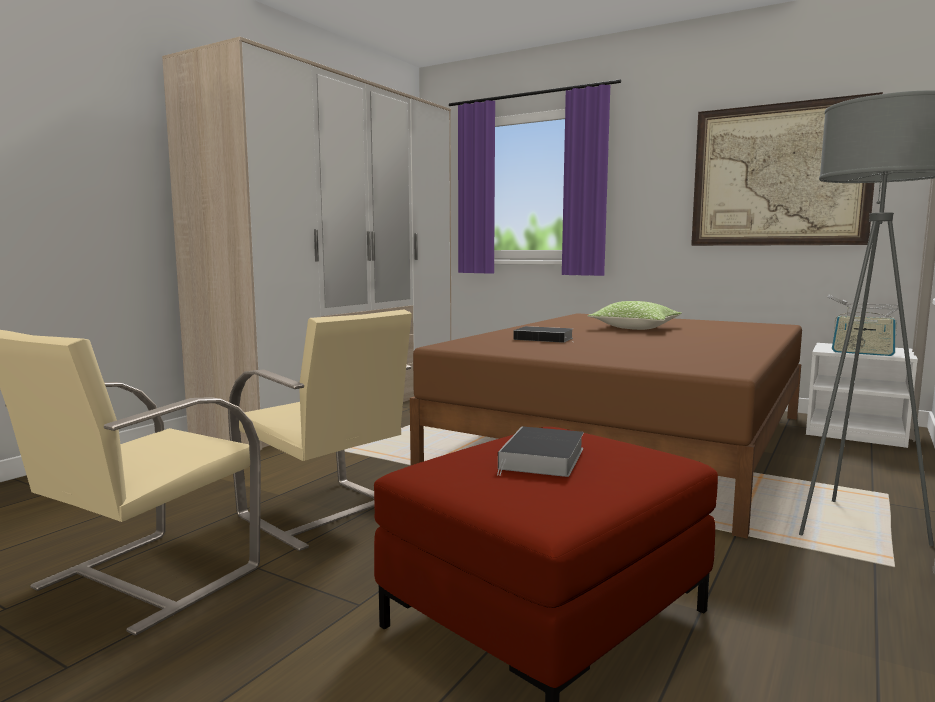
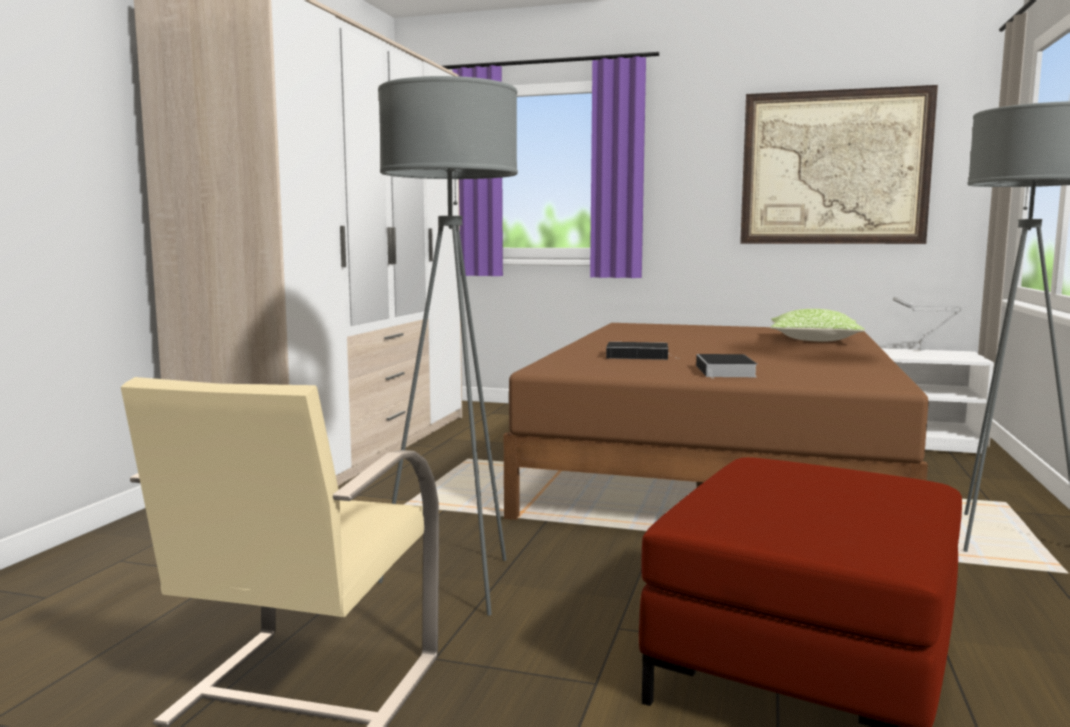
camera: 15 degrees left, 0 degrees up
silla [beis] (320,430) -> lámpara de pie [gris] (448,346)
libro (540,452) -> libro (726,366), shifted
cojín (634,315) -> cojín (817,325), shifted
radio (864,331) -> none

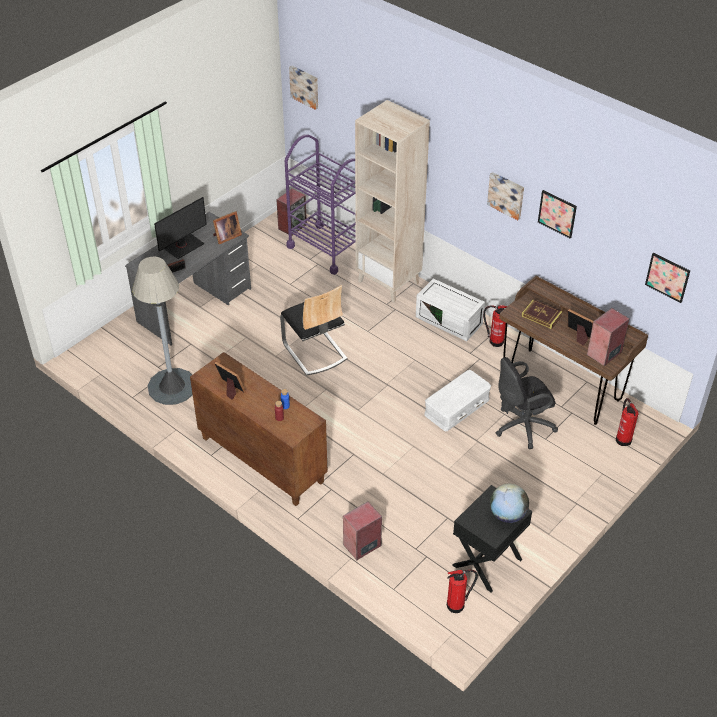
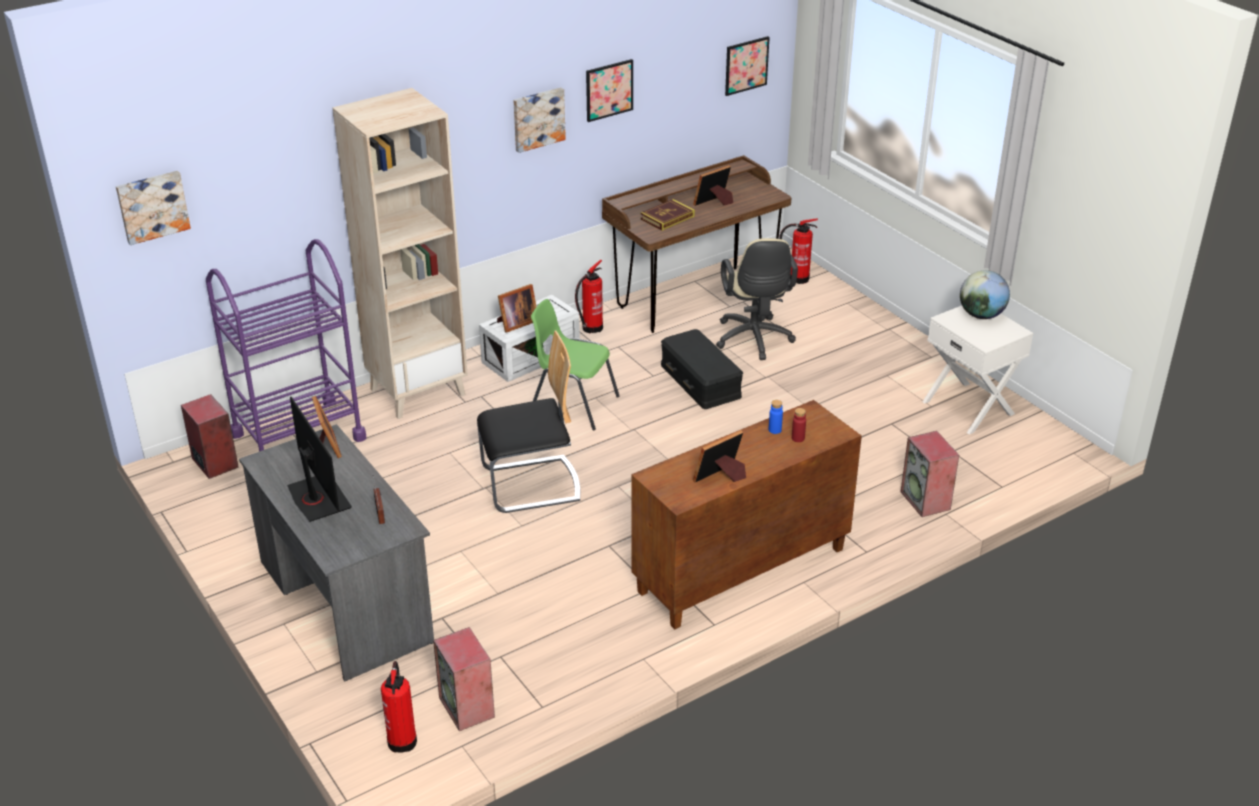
camera: 75 degrees left, 10 degrees down
lámpara de pie [gris] (162,331) -> none
caja de almacenaje [blanco] (457,400) -> caja de almacenaje [negro] (702,369)
extintor (462,591) -> extintor (399,707), shifted
mesita de noche [negro] (492,539) -> mesita de noche [blanco] (978,370)
silla de oficina [negro] (527,403) -> silla de oficina [beis] (757,299)
altavoz (608,337) -> altavoz (464,679), shifted
none -> portarretratos (517,308)
none -> silla [verde] (575,364)

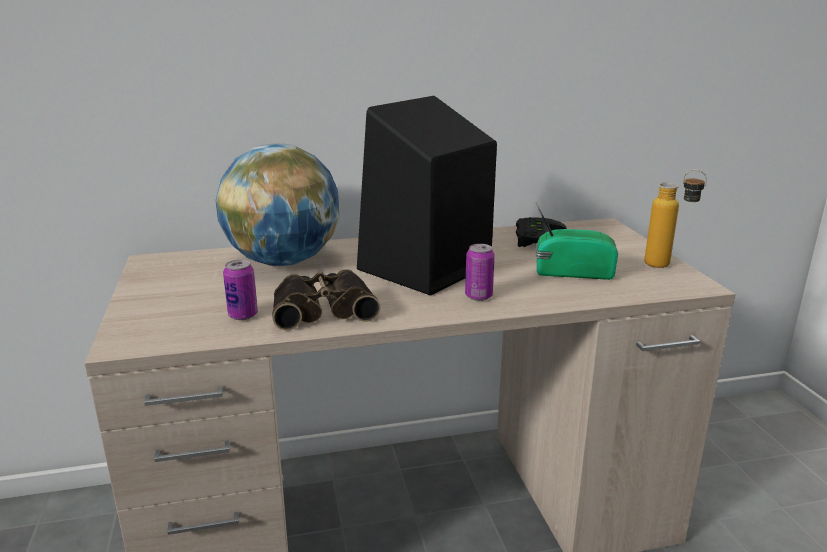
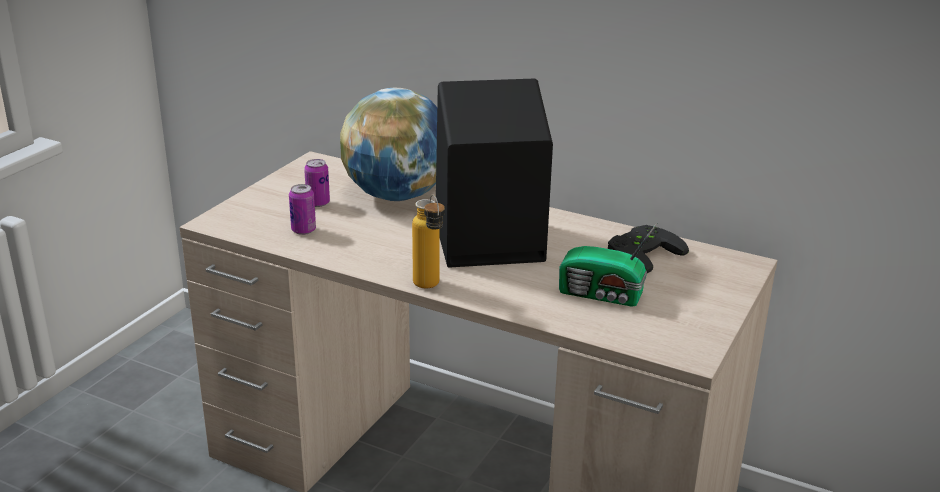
camera: 40 degrees right, 5 degrees up
prismáticos (326,299) -> none
lata (480,272) -> lata (317,183), shifted
radio (576,241) -> radio (608,265), 150 degrees clockwise
botella (675,218) -> botella (428,241), shifted

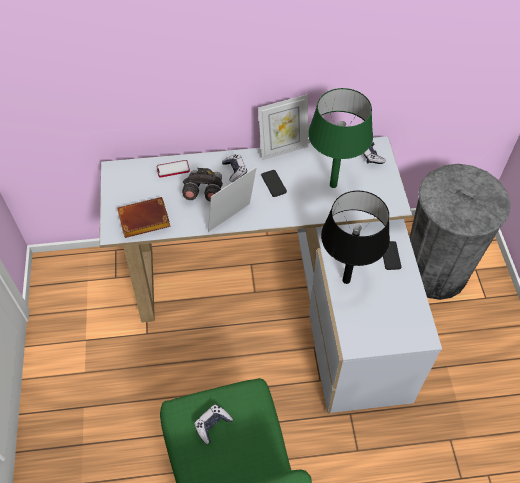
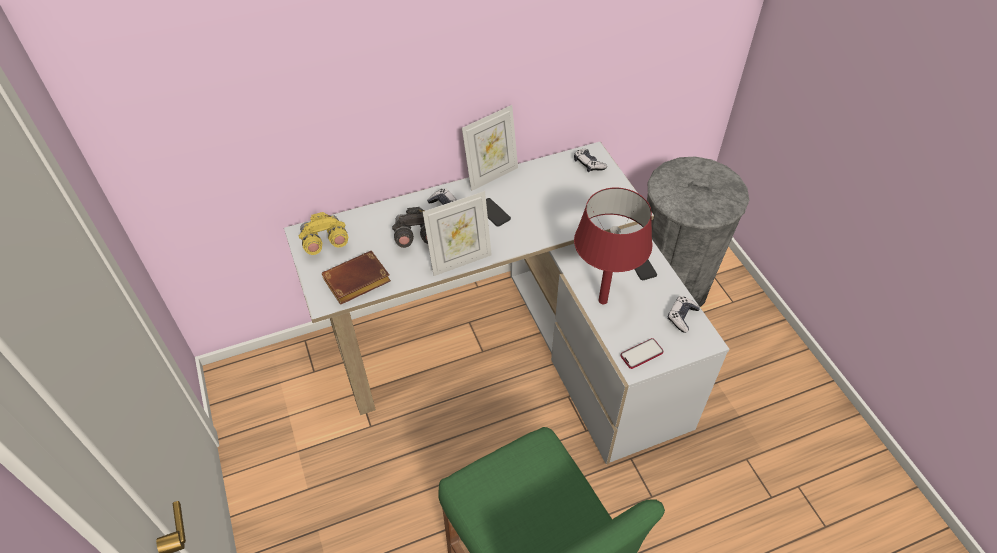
camera: 15 degrees left, 5 degrees down
móvil (173,169) -> móvil (642,353), shifted
mando de consola (213,424) -> mando de consola (684,314), shifted
portarretratos (232,199) -> portarretratos (457,233), 150 degrees counterclockwise
lámpara de mesa [verde] (340,138) -> none
lámpara de mesa [negro] (355,237) -> lámpara de mesa [rojo] (613,246)
none -> prismáticos [amarillo] (323,233)

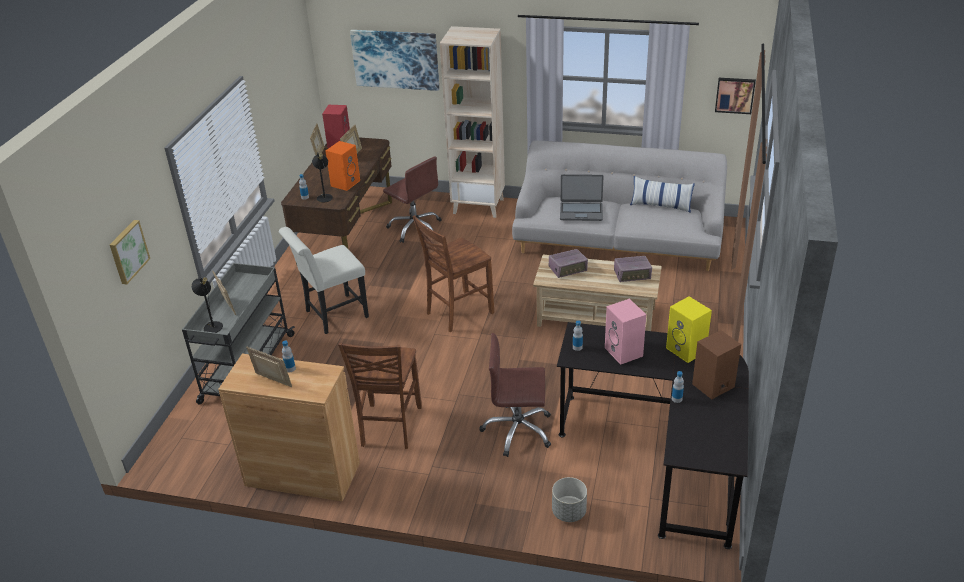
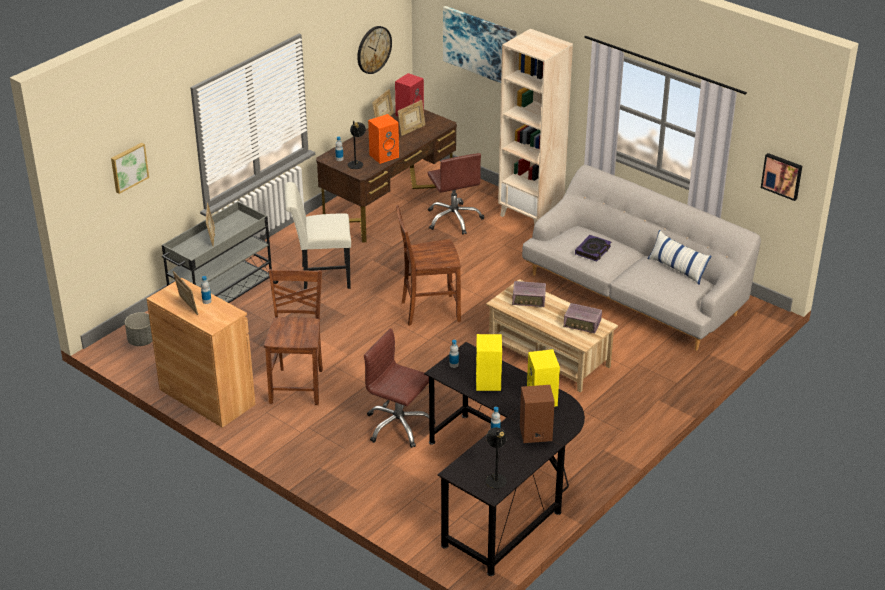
camera: 25 degrees right, 0 degrees up
lámpara de mesa [negro] (207,305) -> lámpara de mesa [negro] (496,458), shifted
silla [marrón] (380,395) -> silla [marrón] (293,337), 150 degrees clockwise
maceta [gris] (569,499) -> maceta [gris] (138,329), shifted
portátil (582,197) -> libro (593,248)
altavoz [rosa] (625,331) -> altavoz [amarillo] (489,362)
none -> reloj de pared (374,50)

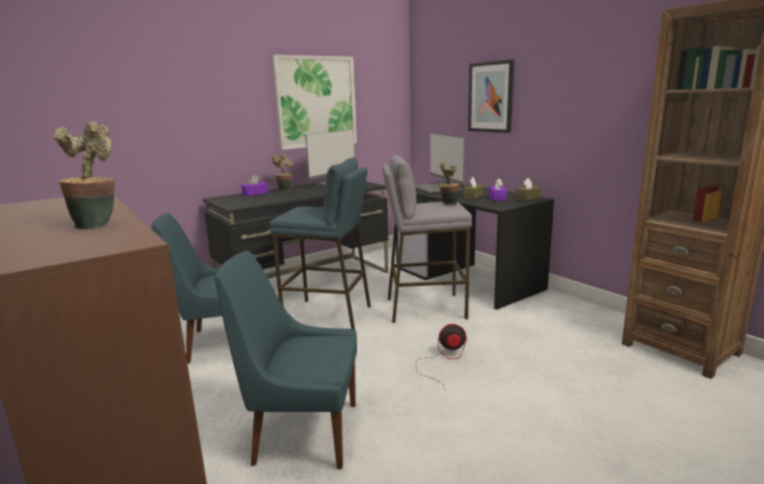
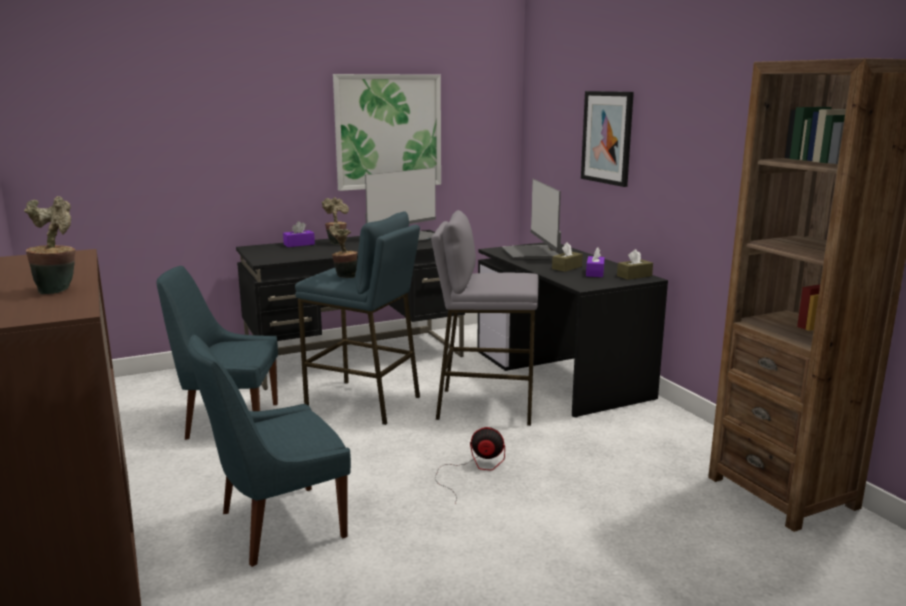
camera: 10 degrees right, 0 degrees up
silla [azul] (286,359) -> silla [azul] (269,450), 45 degrees counterclockwise
planta en maceta (449,182) -> planta en maceta (343,250), shifted

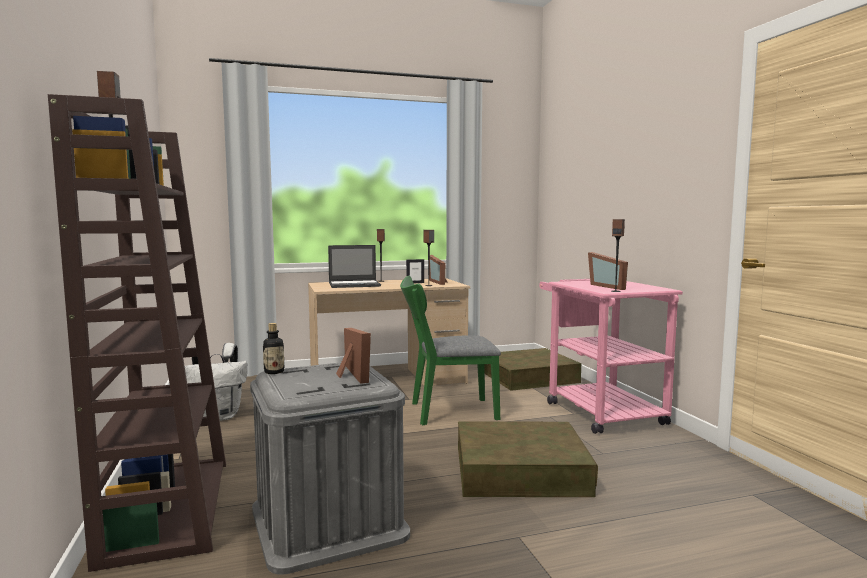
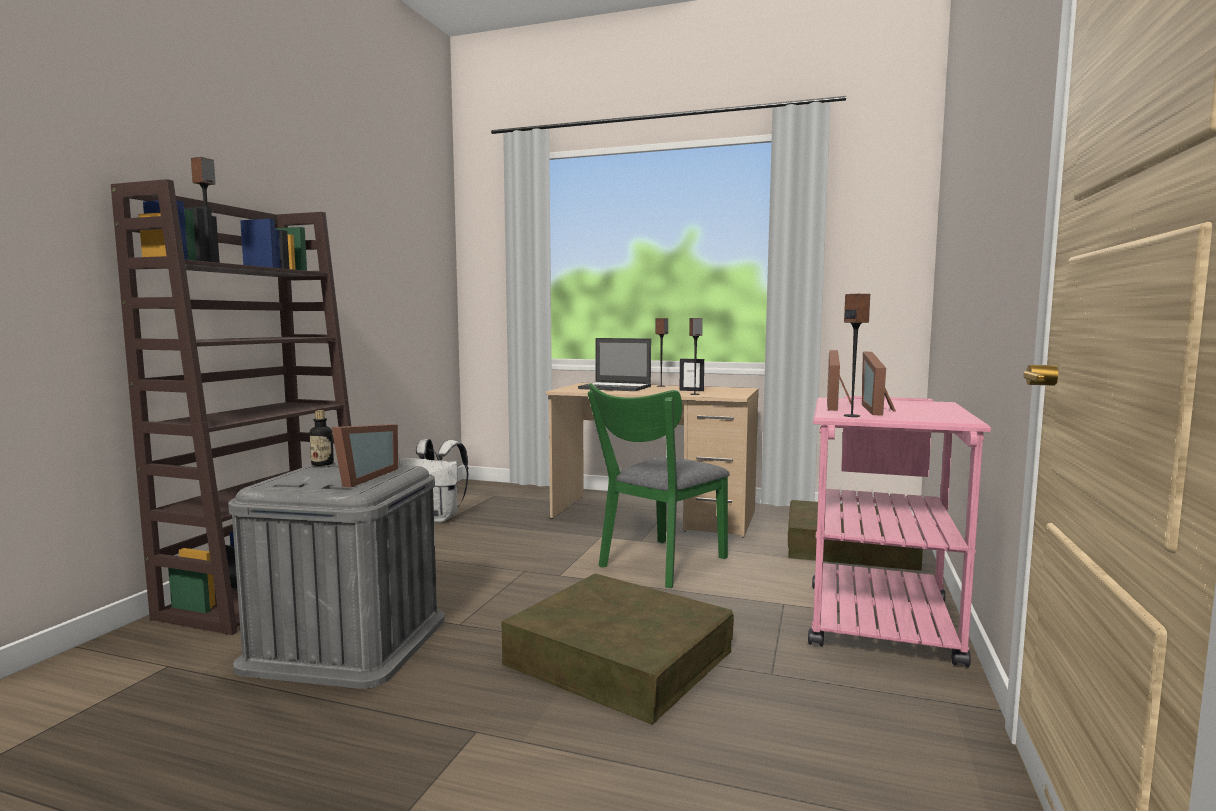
camera: 35 degrees right, 0 degrees up
silla [verde] (450,350) -> silla [verde] (659,485), 75 degrees counterclockwise
portarretratos (438,270) -> portarretratos (840,380), shifted

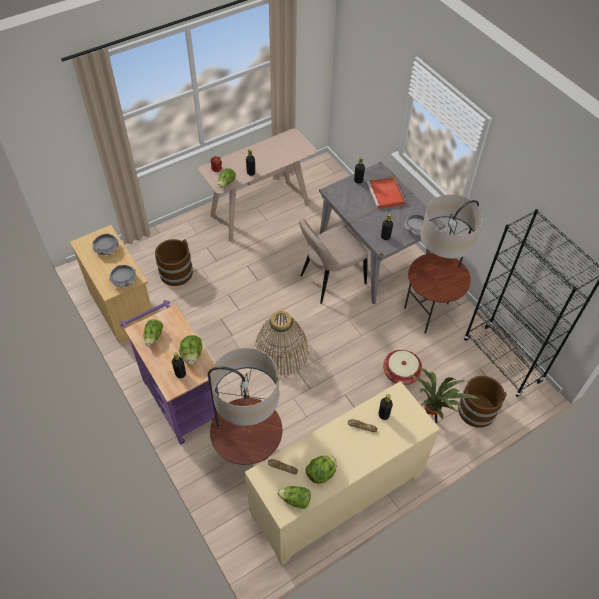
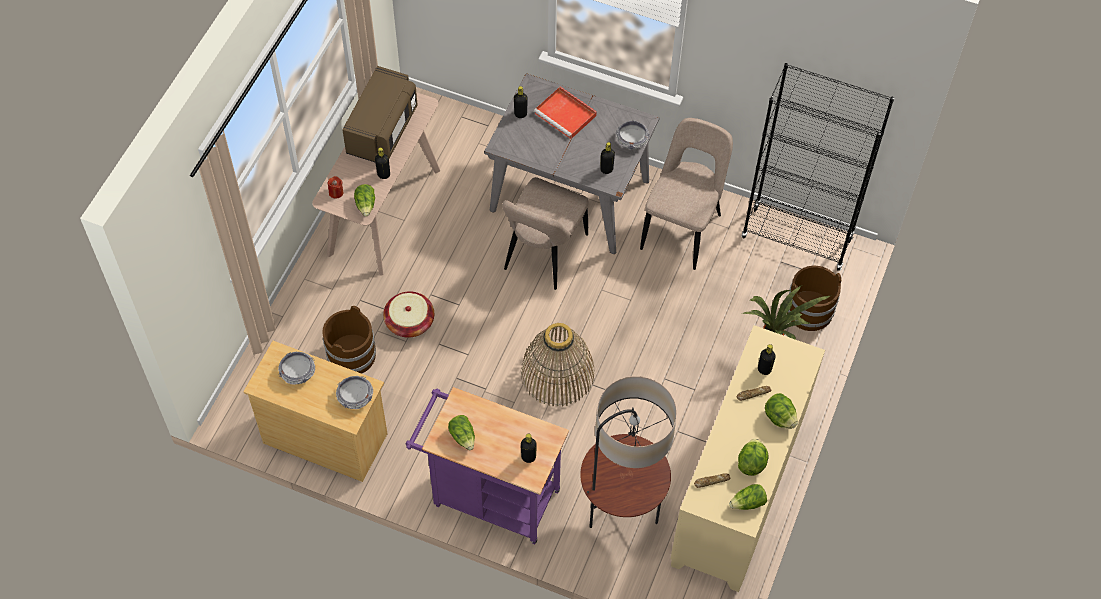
camera: 35 degrees left, 5 degrees up
lechuga (190,350) -> lechuga (781,411), shifted
cesta (402,367) -> cesta (408,314), shifted
lámpara de pie (443,264) -> silla [beis] (686,194)
none -> microondas [marrón] (380,114)

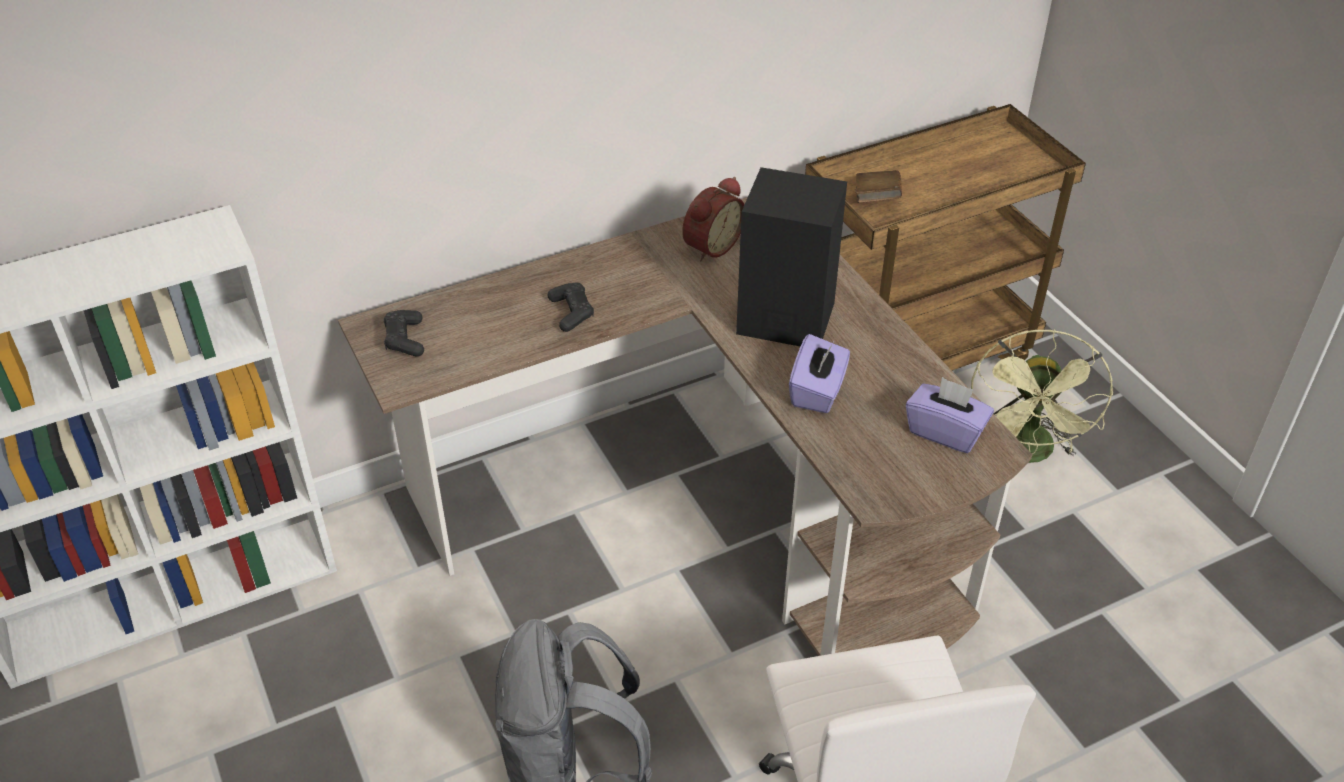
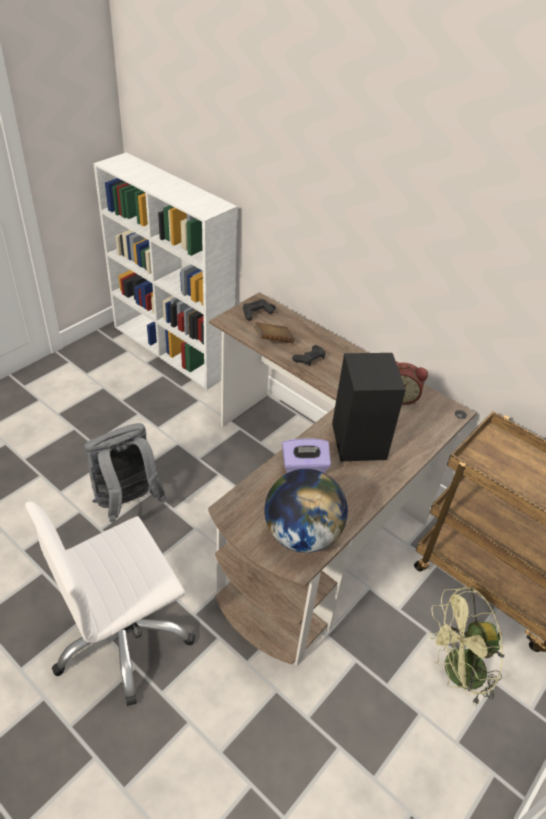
camera: 65 degrees right, 0 degrees up
libro [marrón] (879,186) -> libro [marrón] (274,332), shifted
caja de pañuelos [morado] (950,415) -> globo terráqueo (306,511)

